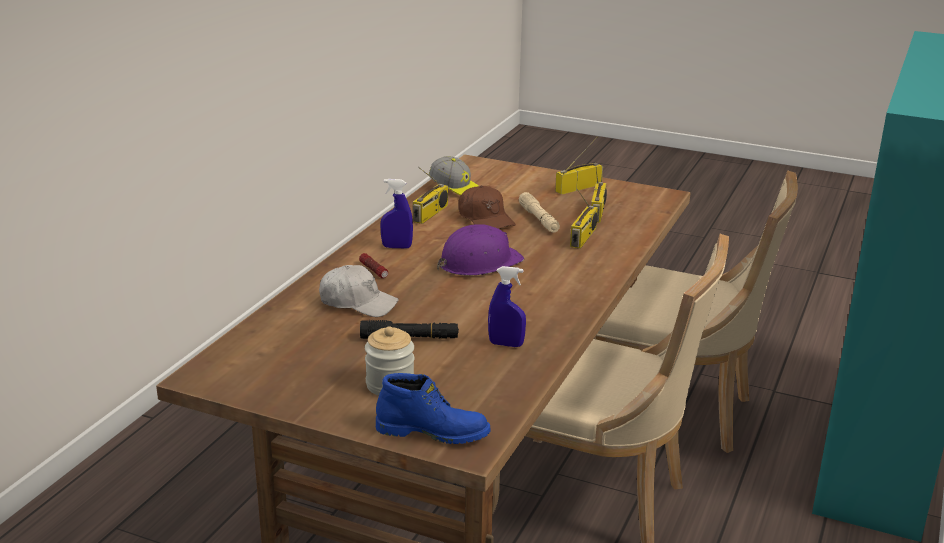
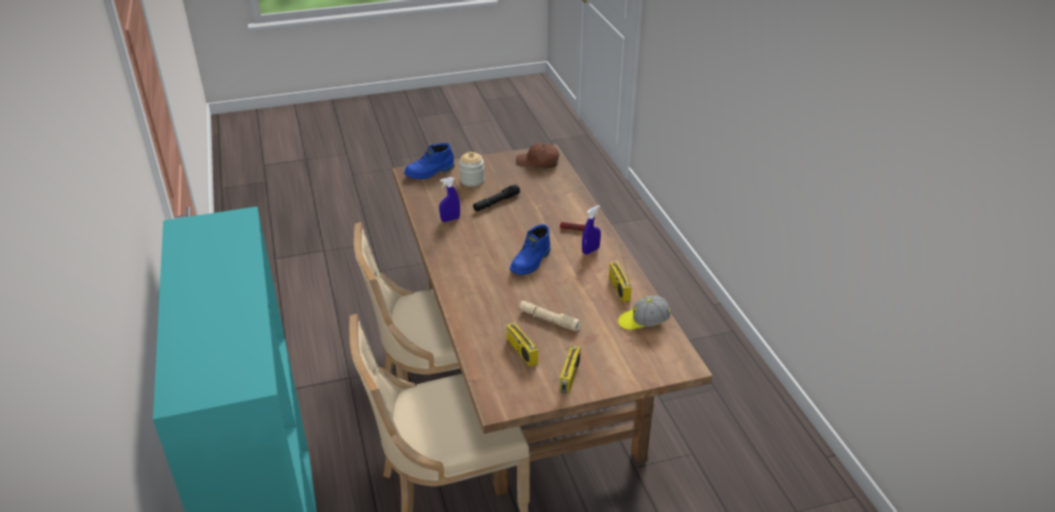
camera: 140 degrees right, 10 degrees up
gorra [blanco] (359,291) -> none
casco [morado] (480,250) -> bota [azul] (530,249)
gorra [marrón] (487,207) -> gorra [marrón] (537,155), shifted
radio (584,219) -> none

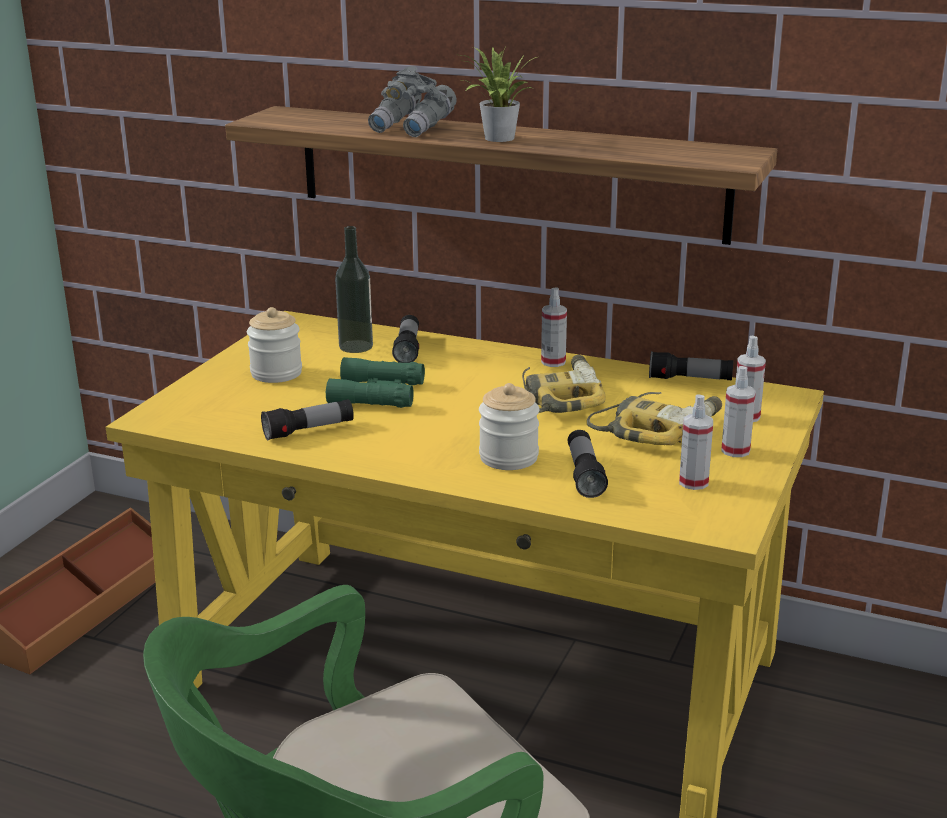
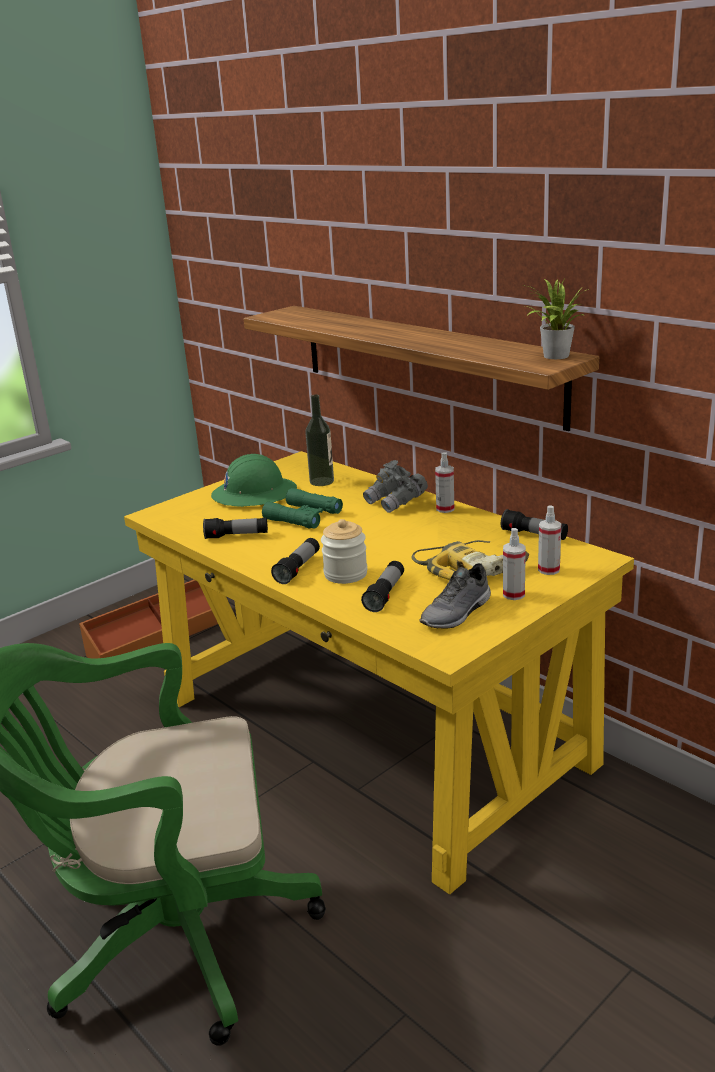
camera: 25 degrees right, 0 degrees up
tarro (274,345) -> casco [verde] (254,480)
prismáticos [gris] (412,101) -> prismáticos [gris] (395,486), shifted
linterna (405,339) -> linterna (295,561), shifted
planta en maceta (499,93) -> planta en maceta (555,319), shifted
taladro (564,384) -> none
pulverizador (696,442) -> zapato [gris] (455,596)

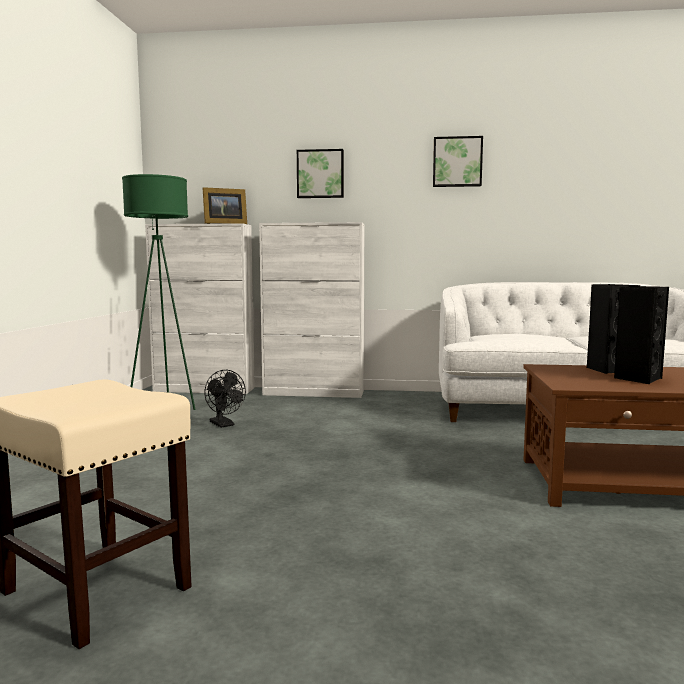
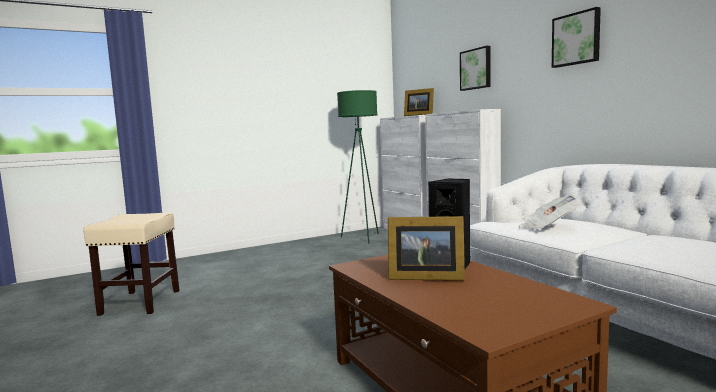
camera: 55 degrees right, 0 degrees up
ventilador [negro] (225,399) -> none
altavoz [negro] (641,335) -> portarretratos (426,248)
none -> periódico (548,212)

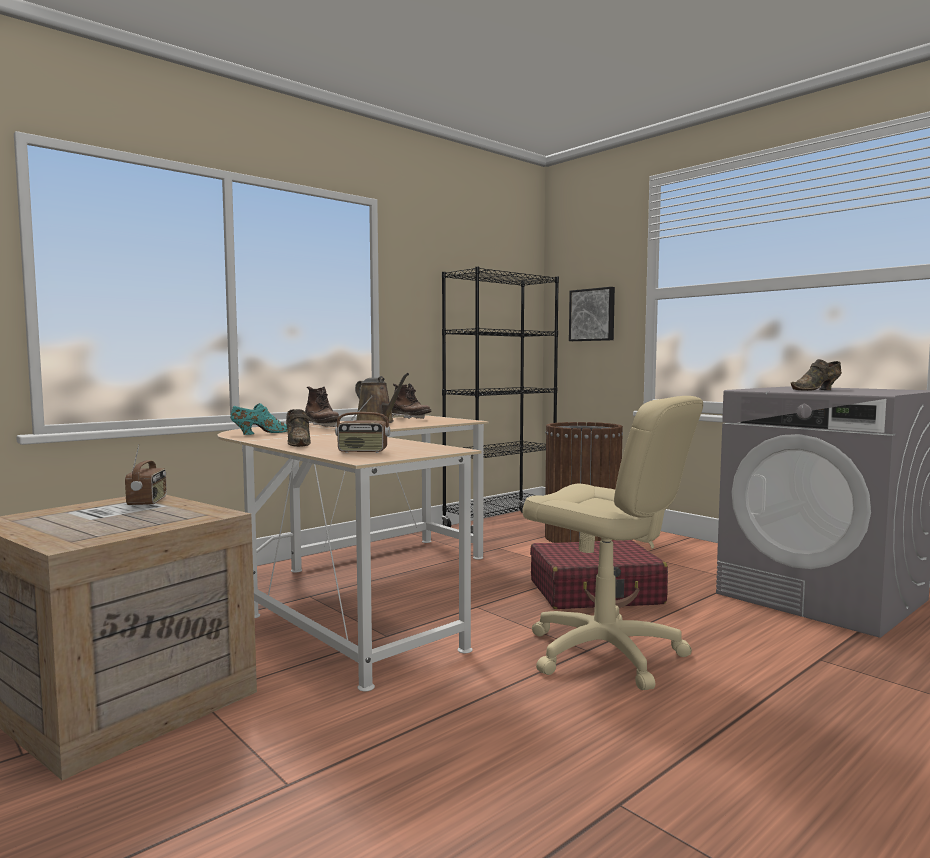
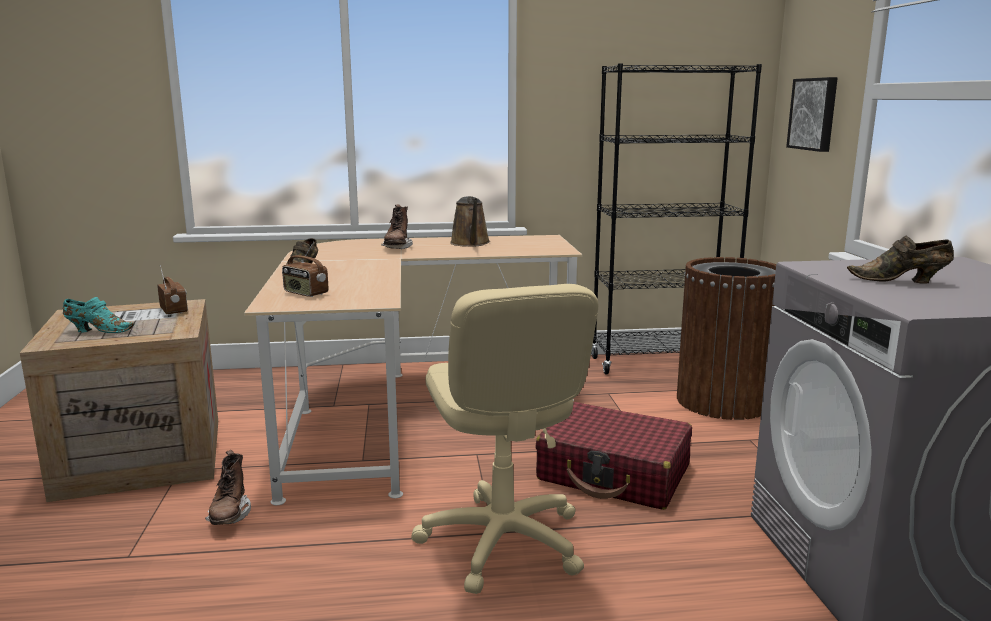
camera: 35 degrees right, 10 degrees up
radio (146,475) -> radio (172,290), 60 degrees counterclockwise
zapato [turquesa] (258,419) -> zapato [turquesa] (98,315), shifted
bota [marrón] (411,401) -> bota [marrón] (228,487), shifted

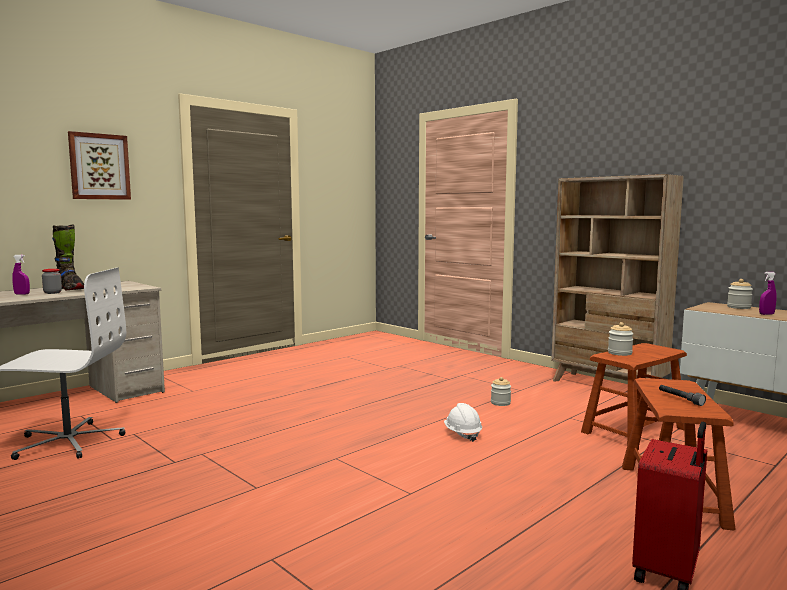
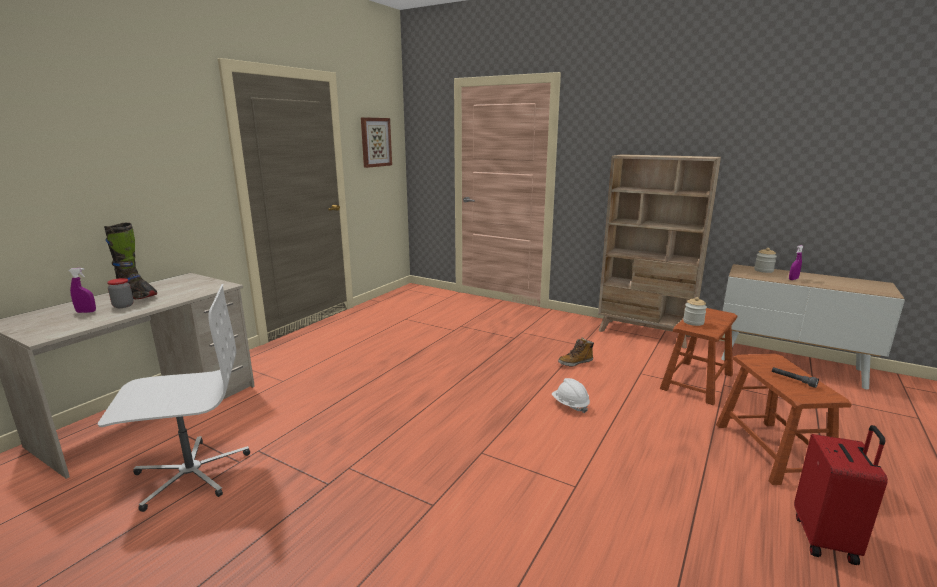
camera: 15 degrees left, 10 degrees up
cuadro (99,165) -> cuadro (376,142), shifted
tarro (501,391) -> bota (576,352)

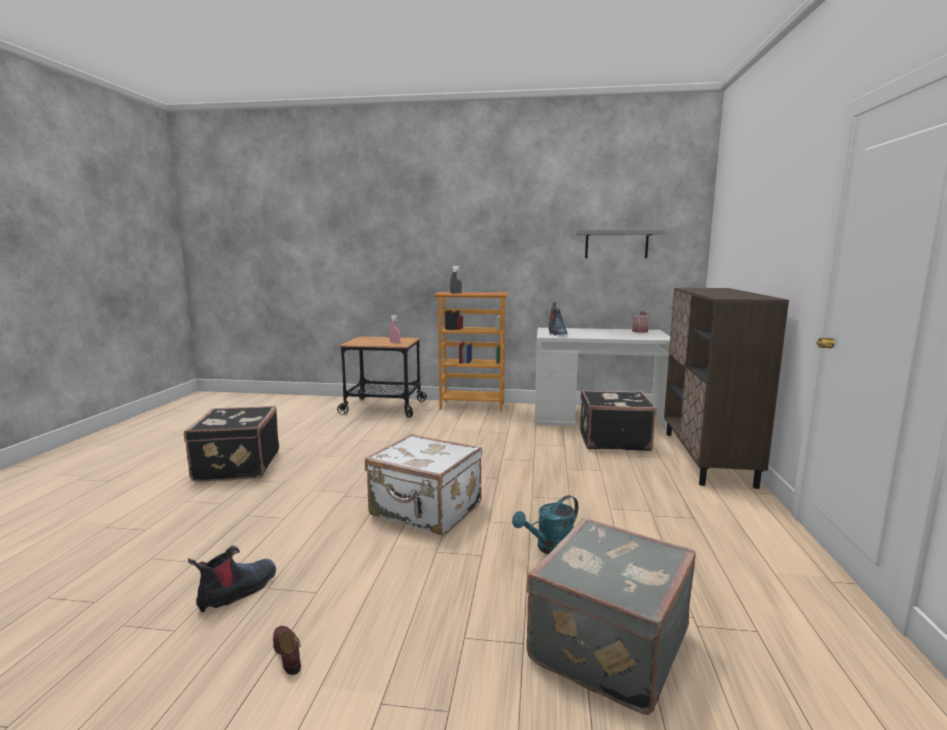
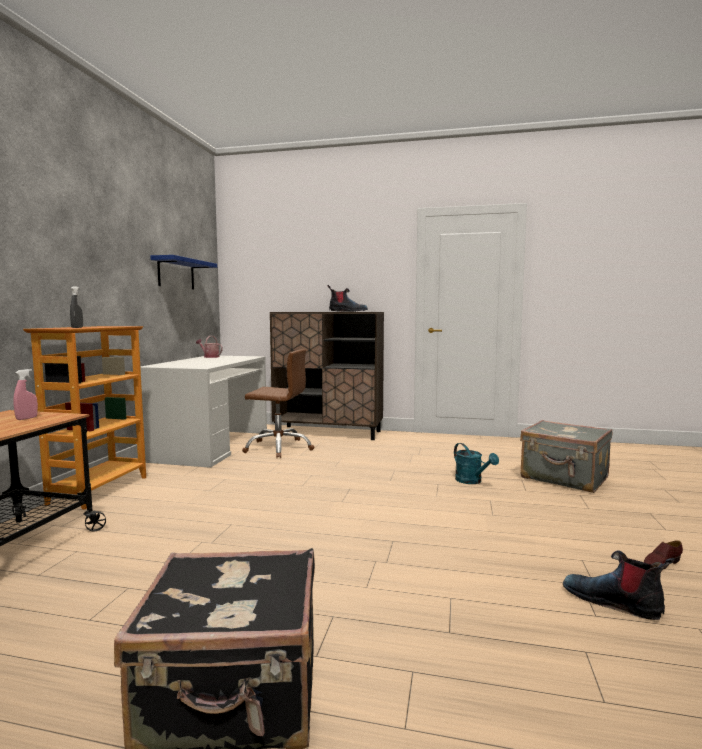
camera: 85 degrees left, 5 degrees down
maleta [blanco] (423,484) -> none
bota (558,319) -> bota (347,298), shifted
estante [gris] (620,244) -> estante [azul] (183,272)
maleta [negro] (618,420) -> silla de oficina [marrón] (278,403)

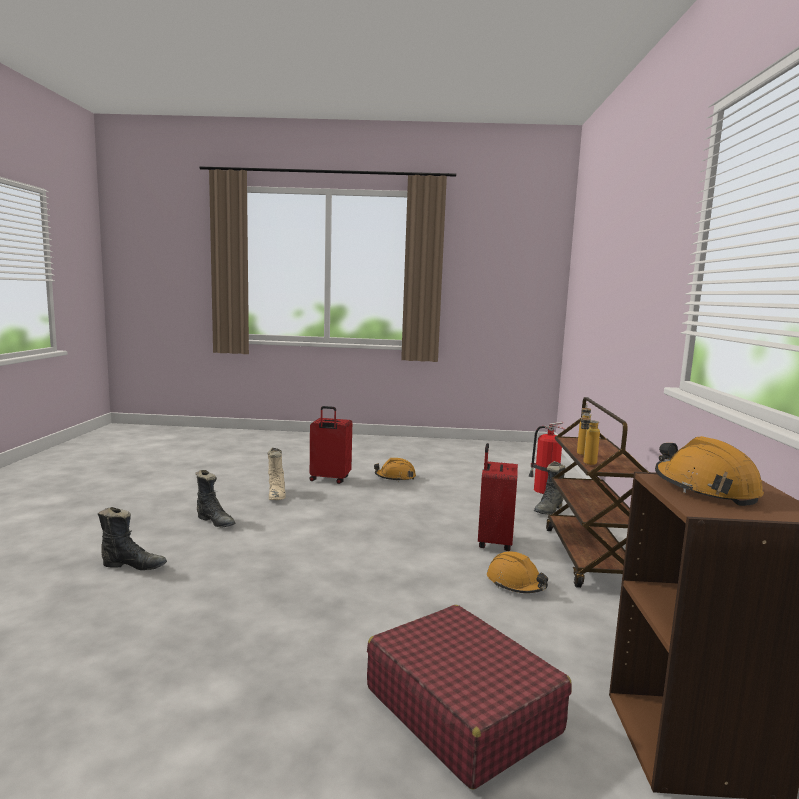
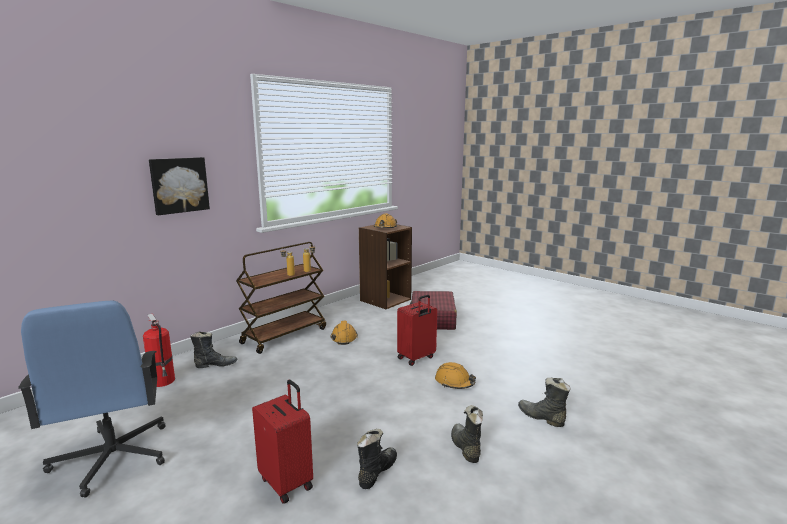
camera: 140 degrees left, 5 degrees up
bota [beis] (277,474) -> bota [negro] (377,459)
casco [naranja] (395,470) -> casco [naranja] (455,375), shifted
maleta [rojo] (498,497) -> maleta [rojo] (417,330), shifted
none -> silla de oficina [azul] (91,399)
none -> cuadro (179,186)

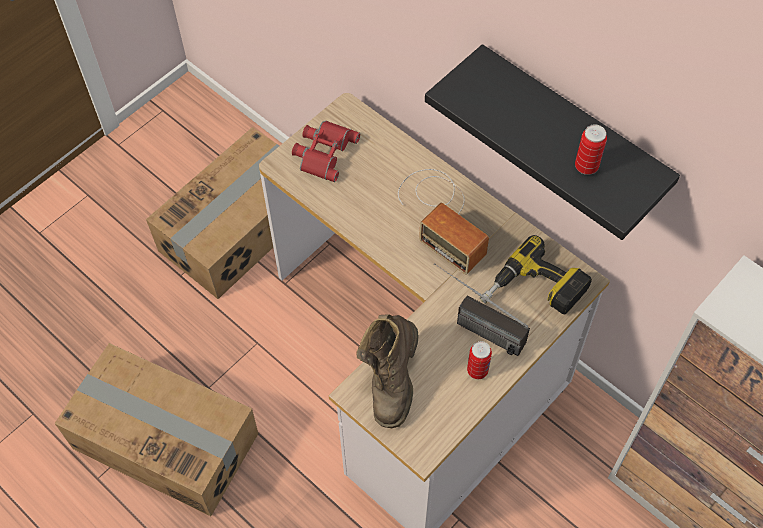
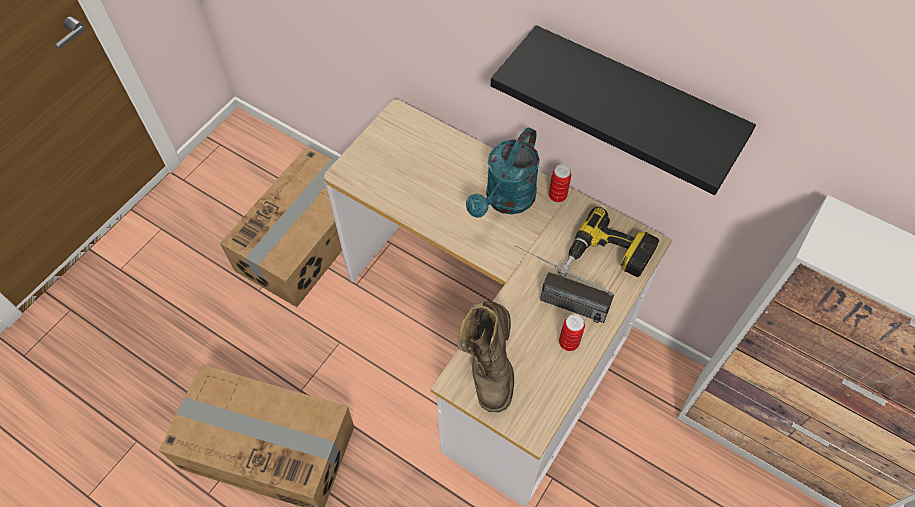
camera: 10 degrees left, 0 degrees up
prismáticos [rojo] (326,151) -> none
radio (443,222) -> regadera [turquesa] (503,172)
lata (591,149) -> lata (560,183), shifted

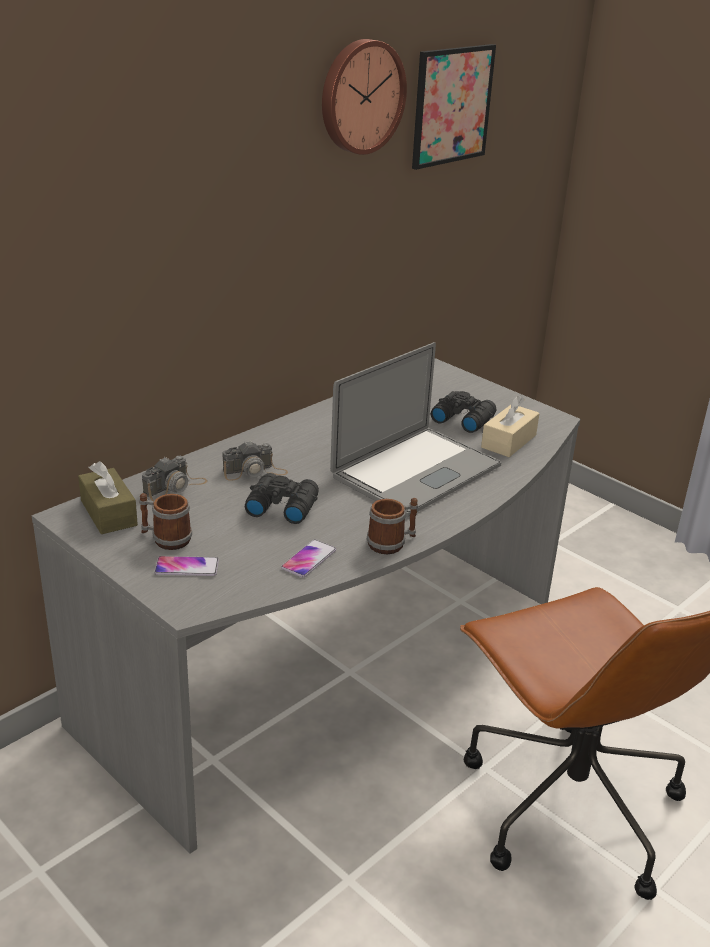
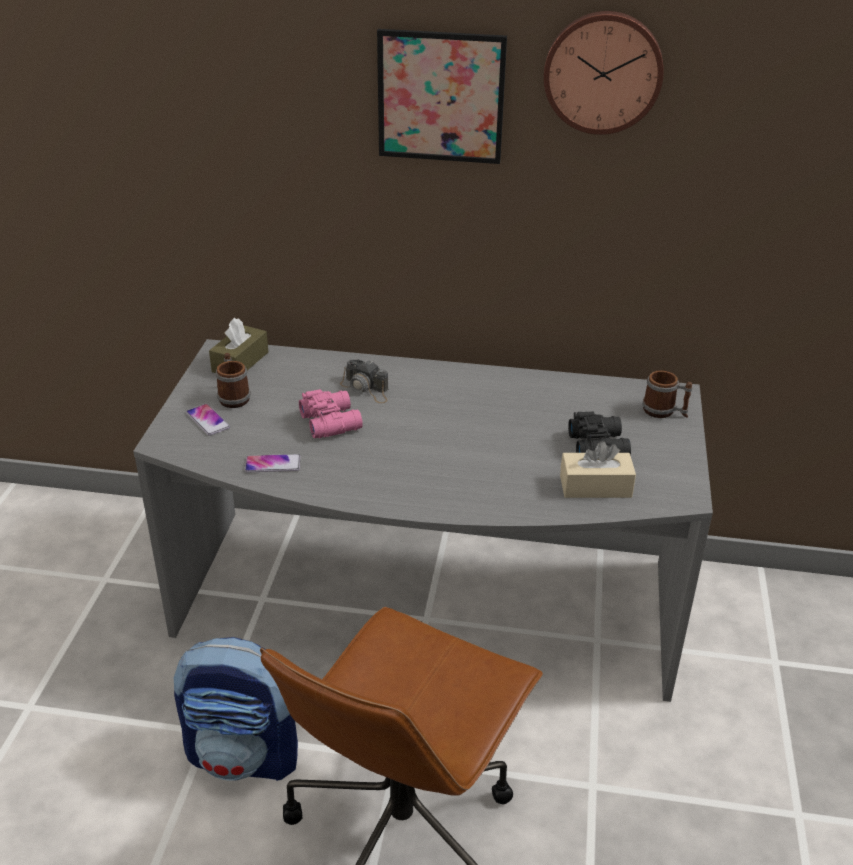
camera: 55 degrees right, 5 degrees up
cámara (174,478) -> none
prismáticos [negro] (282,498) -> prismáticos [rosa] (331,413)
portátil (416,429) -> none
taza grande (392,526) -> taza grande (667,394), shifted
cuadro (454,107) -> cuadro (442,96), shifted
none -> mochila (236,709)

